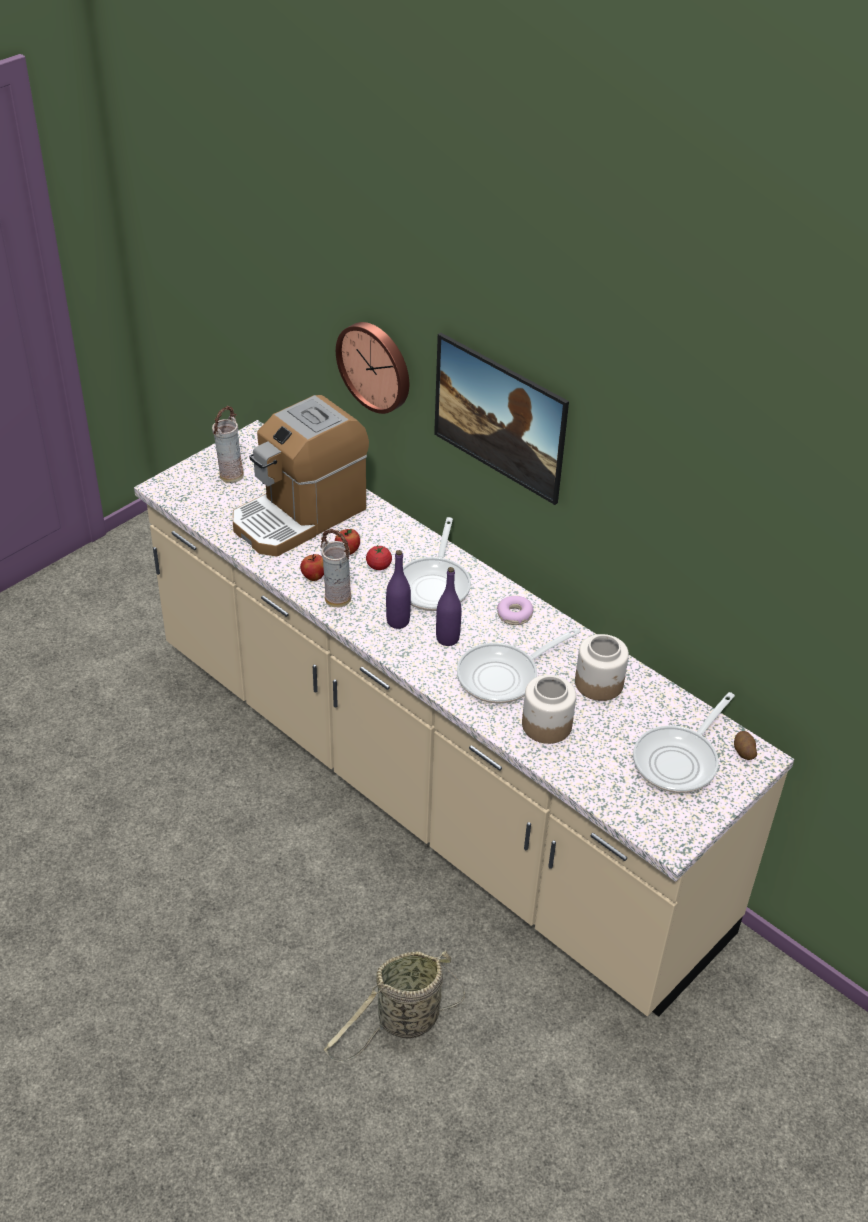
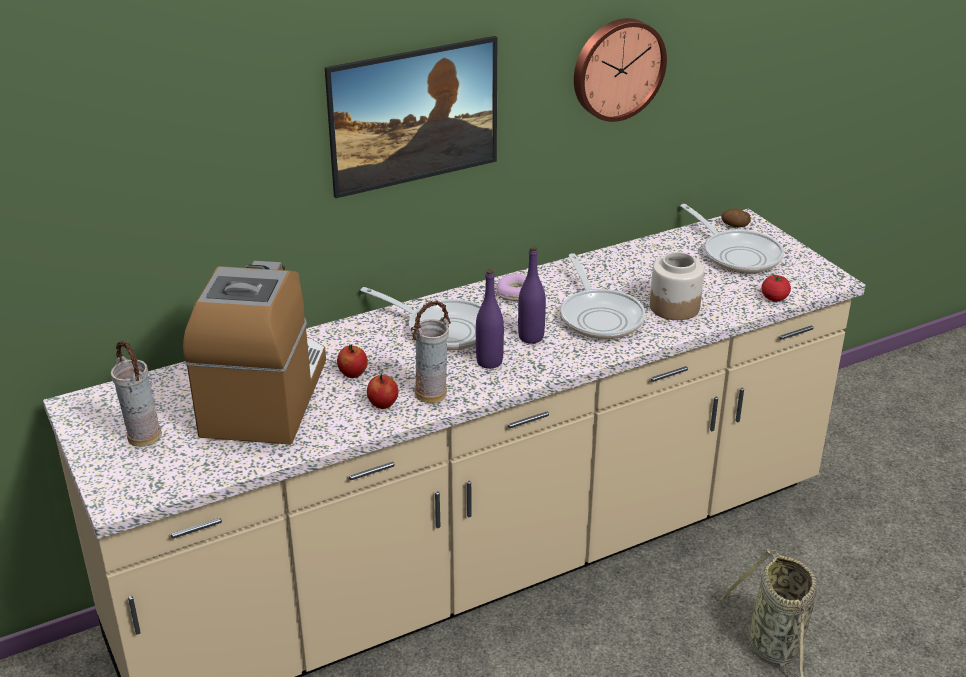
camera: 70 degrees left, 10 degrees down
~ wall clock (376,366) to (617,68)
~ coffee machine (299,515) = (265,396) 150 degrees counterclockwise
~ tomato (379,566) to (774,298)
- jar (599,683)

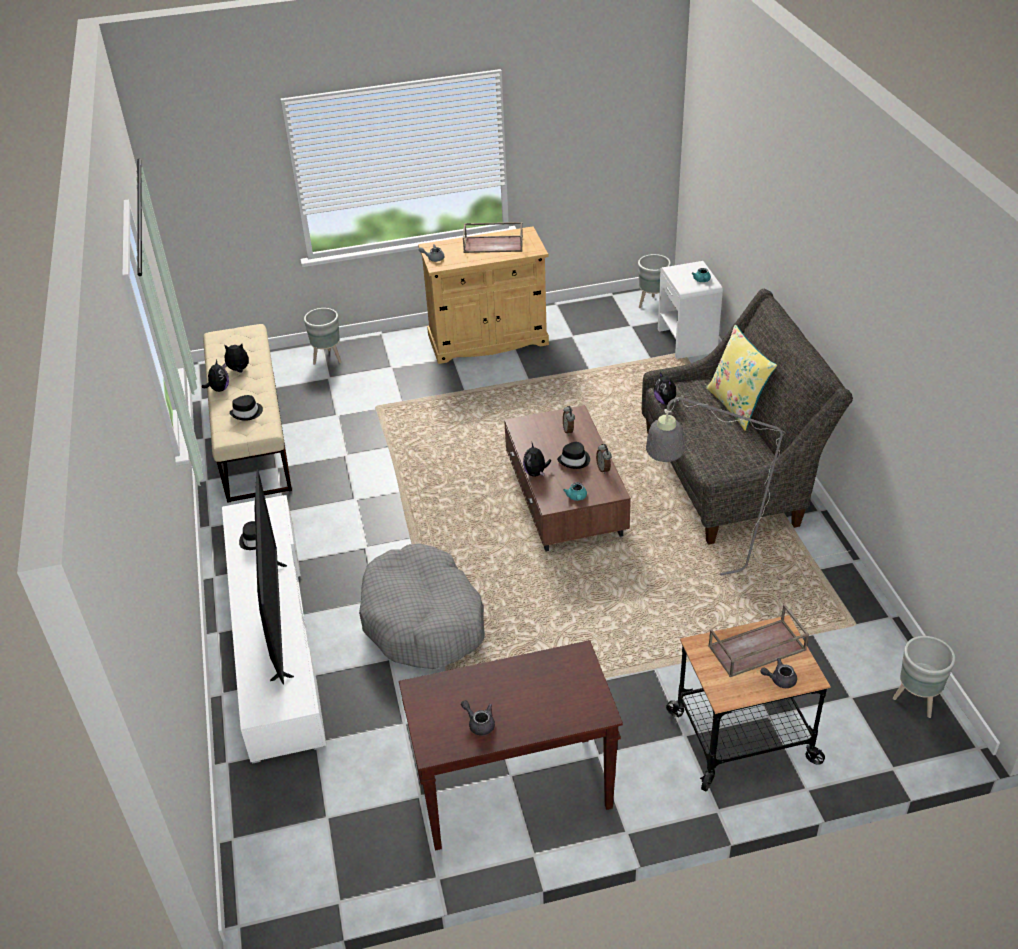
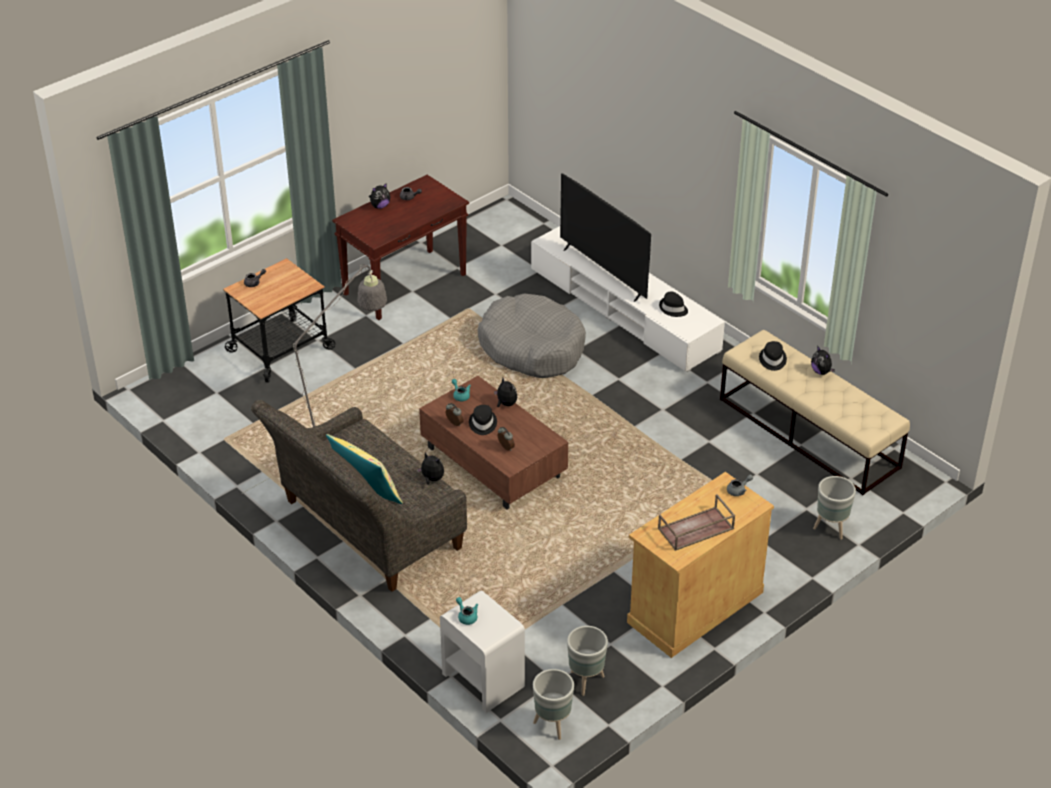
camera: 150 degrees right, 0 degrees up
~ plush toy (238,370) to (380,206)
- brown tray (756,649)
~ grey planter (917,701) to (585,681)

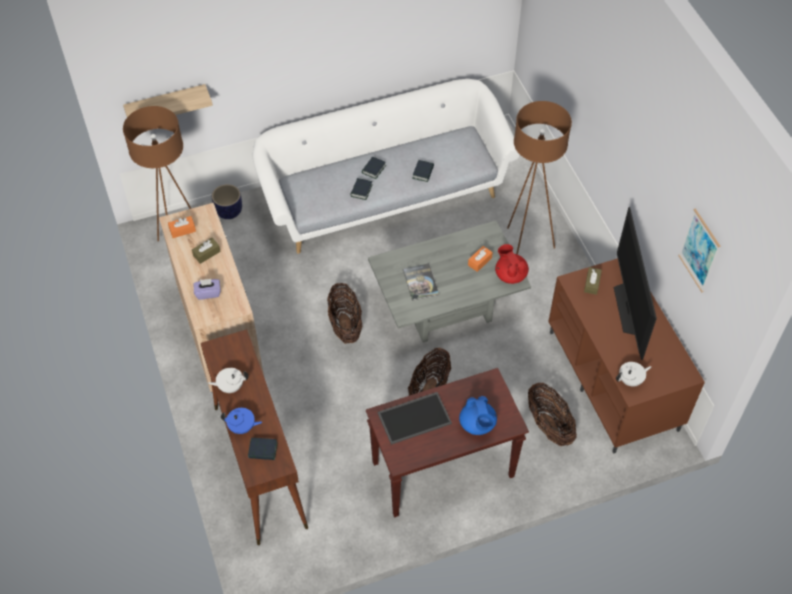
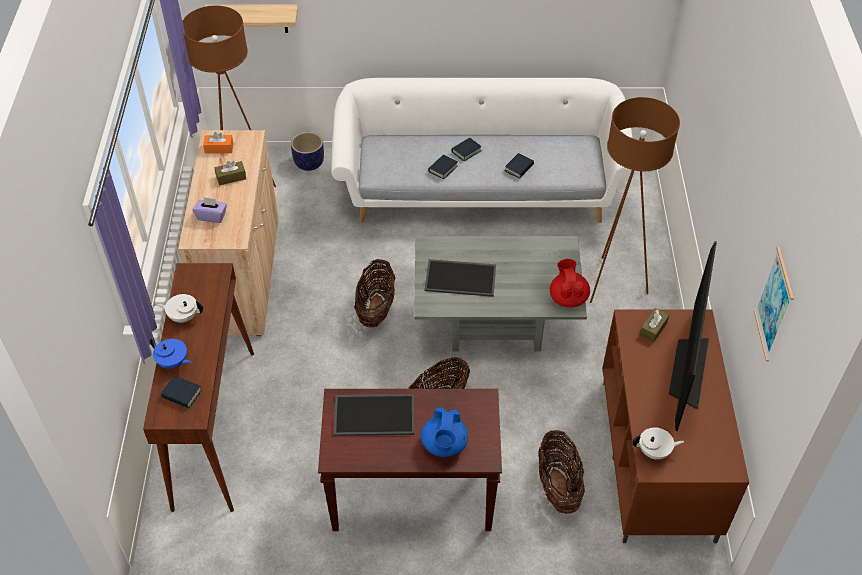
camera: 20 degrees right, 5 degrees down
- orange tissue box (479,261)
~ book (420,282) to tray (461,277)

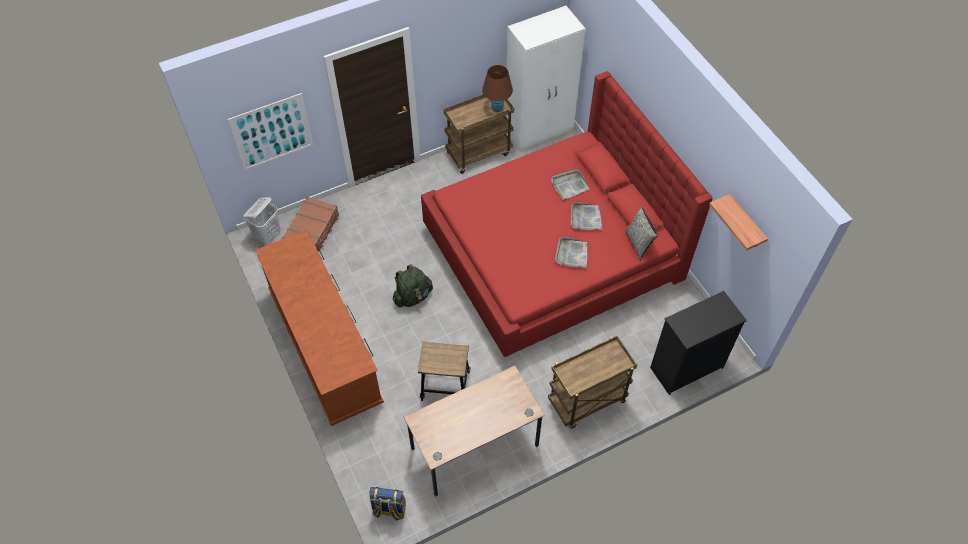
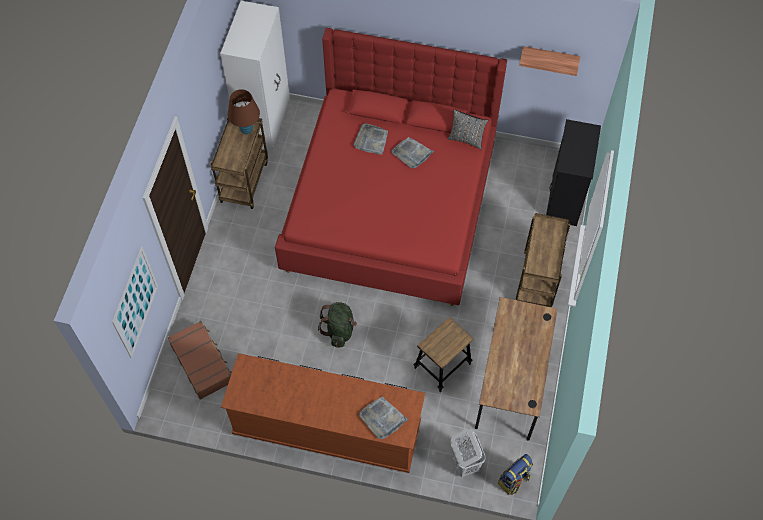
camera: 50 degrees left, 5 degrees up
~ white laundry basket (268,235) to (464,463)
~ grey tray (571,254) to (382,418)

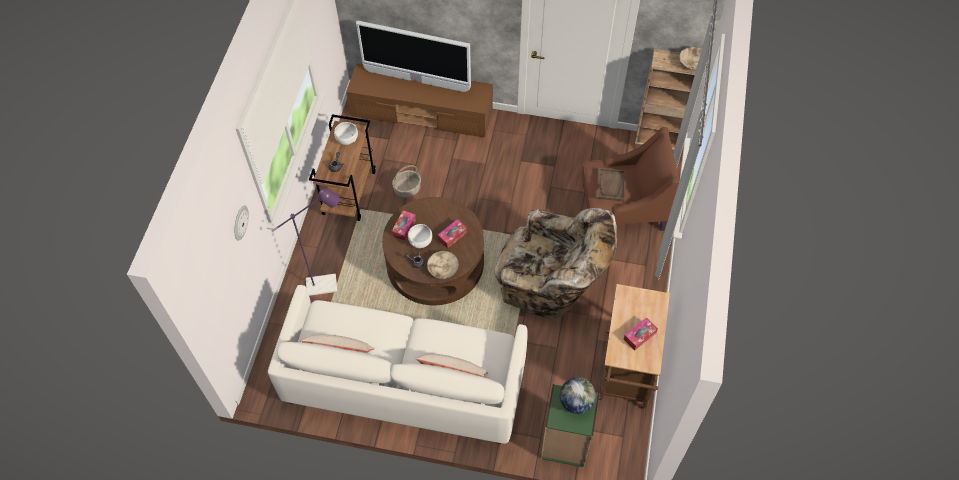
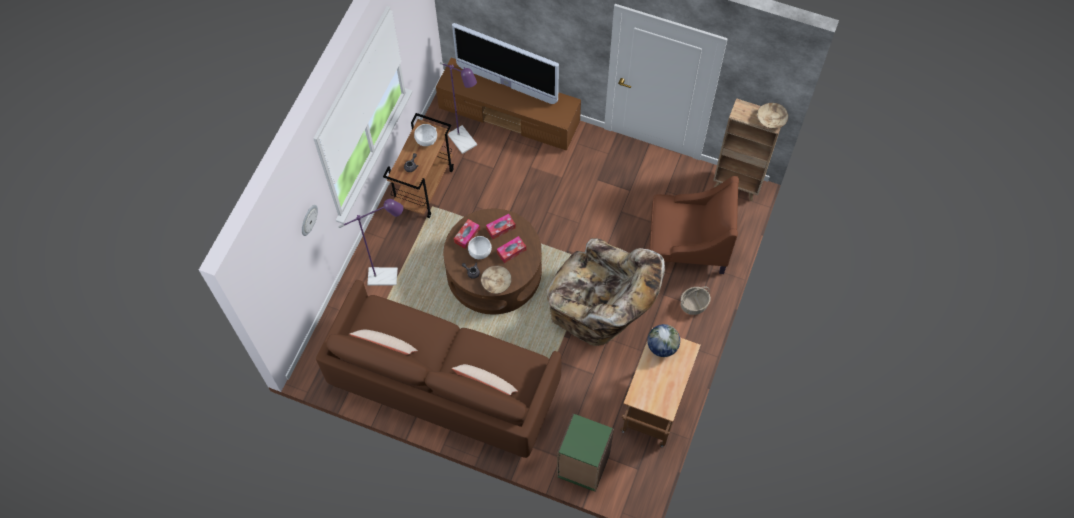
camera: 10 degrees right, 5 degrees up
~ basket (407,189) to (694,304)
- brown tray (610,185)
~ white sofa (404,382) to brown sofa (444,384)
~ tissue box (639,336) to (500,228)
~ globe (576,402) to (662,346)
+ purple floor lamp (465,144)

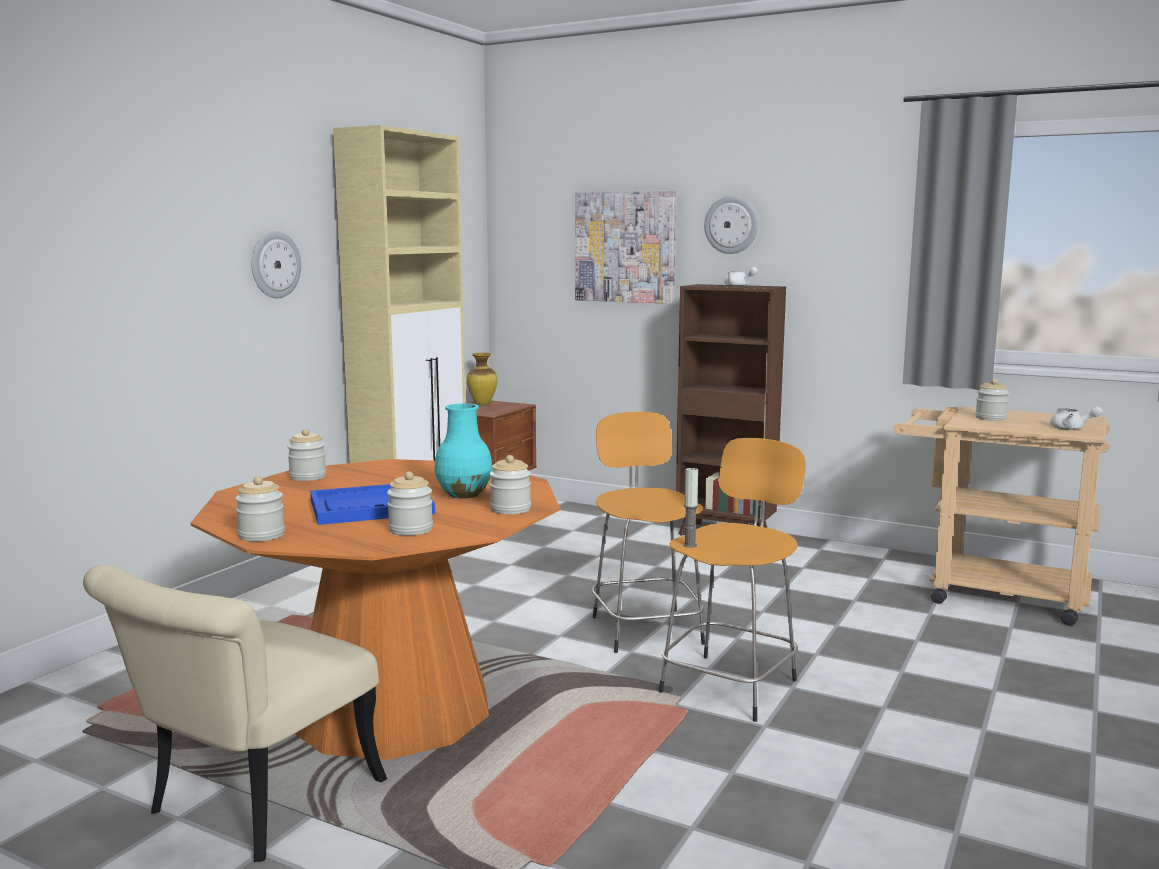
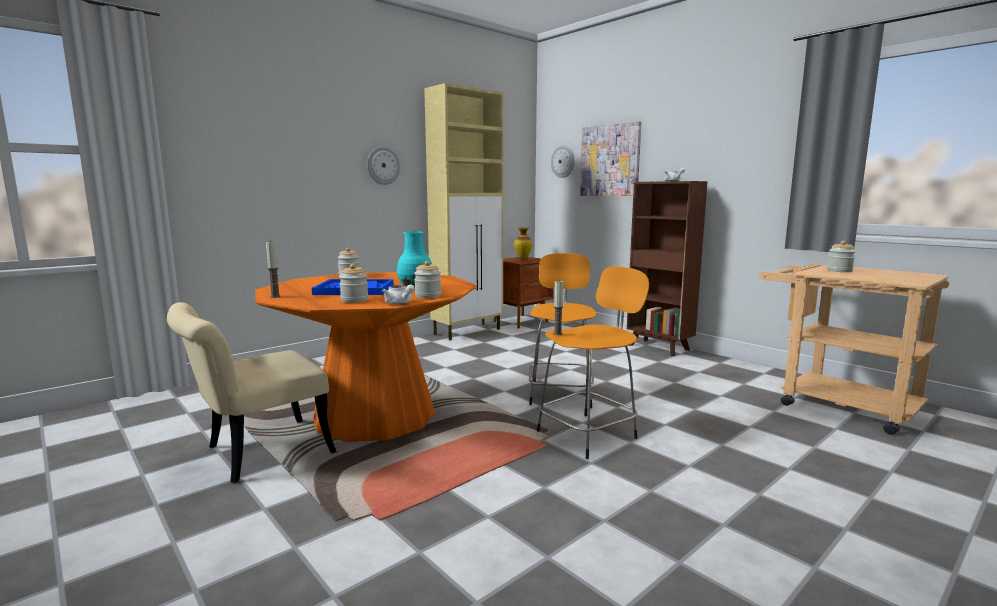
camera: 20 degrees right, 0 degrees up
~ wall clock (731,225) to (563,161)
~ white teapot (1071,428) to (399,303)
~ jar (261,535) to candle (275,296)

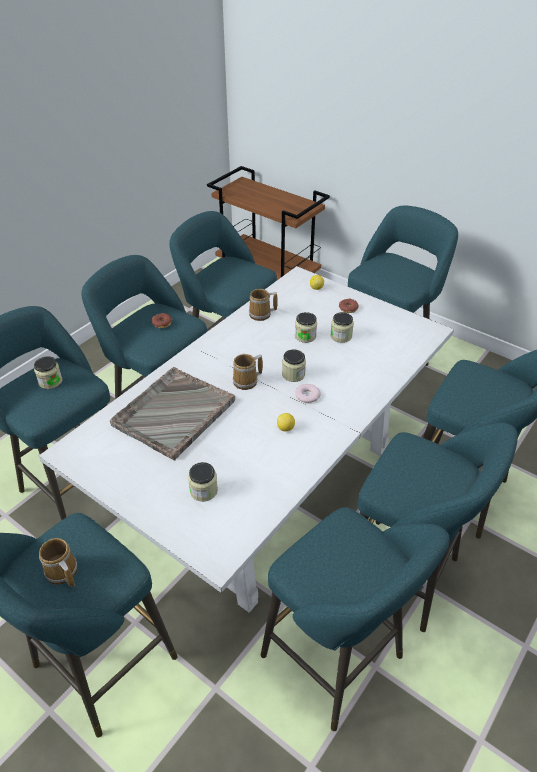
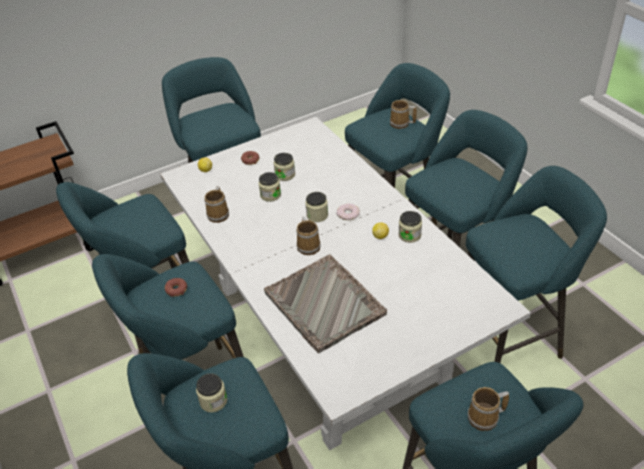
camera: 65 degrees left, 0 degrees up
~ jar (203,491) to (409,235)
+ mug (401,124)

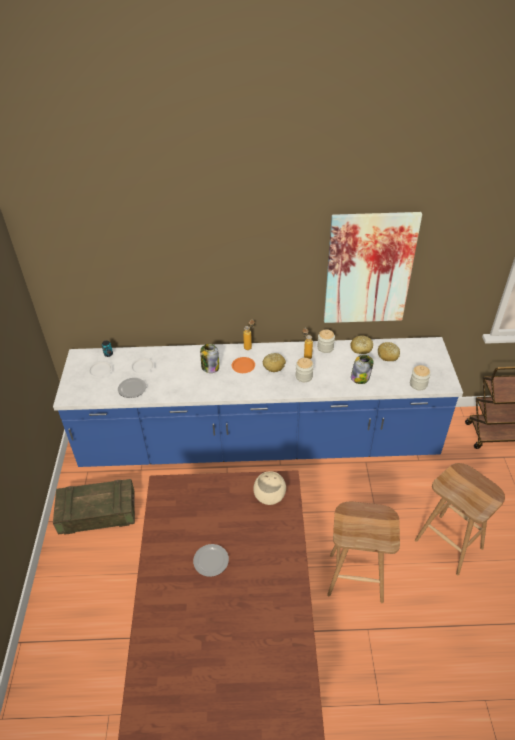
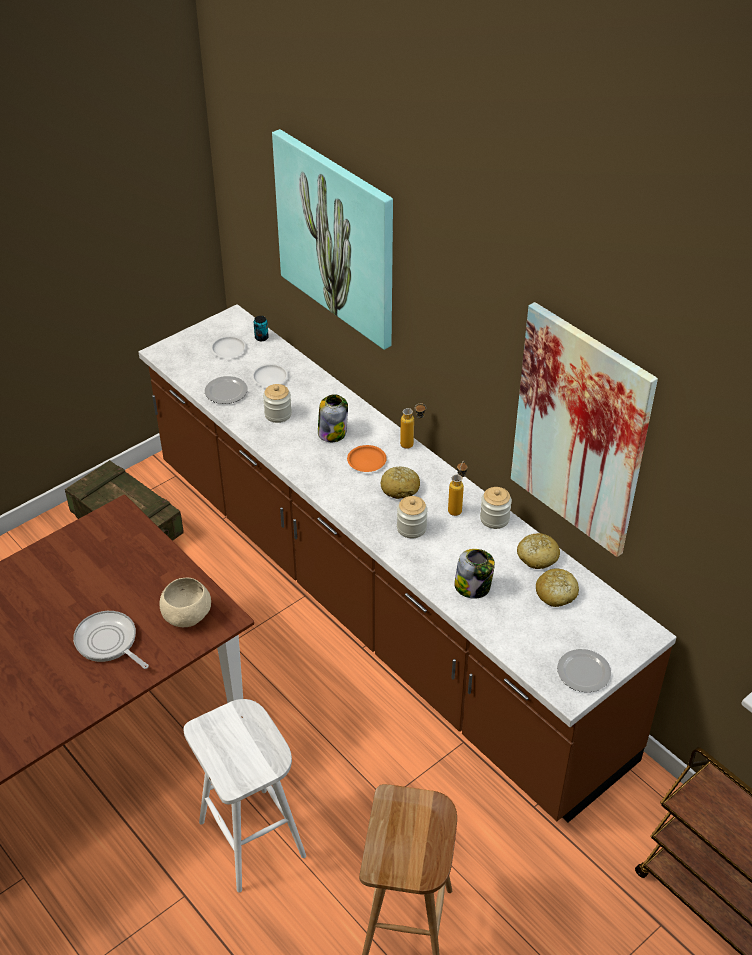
camera: 50 degrees right, 0 degrees up
~ blue counter (259,443) to brown counter (376,603)
~ jar (418,384) to (278,414)
~ brown stool (356,577) to white stool (253,839)
~ plate (211,560) to (584,672)
+ picture (337,237)
+ frying pan (108,642)

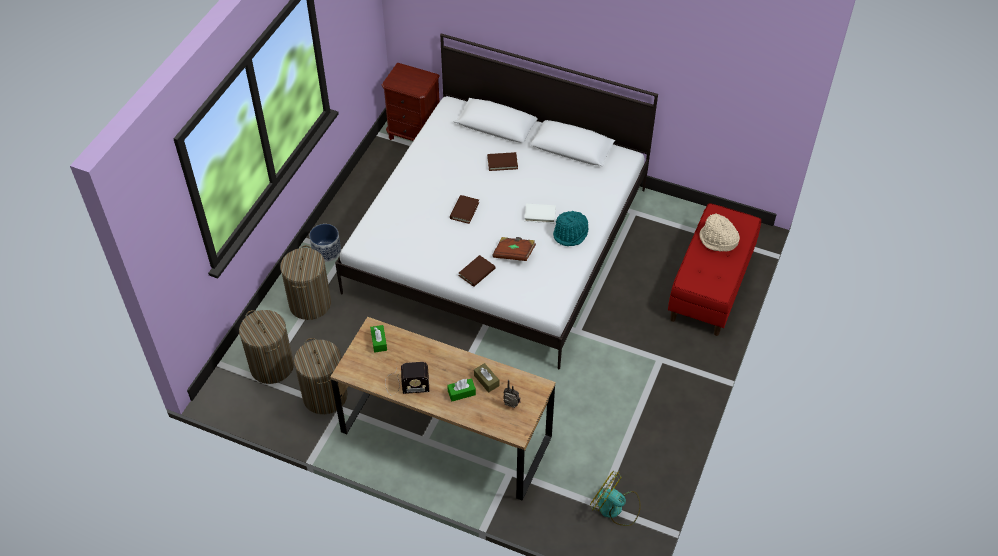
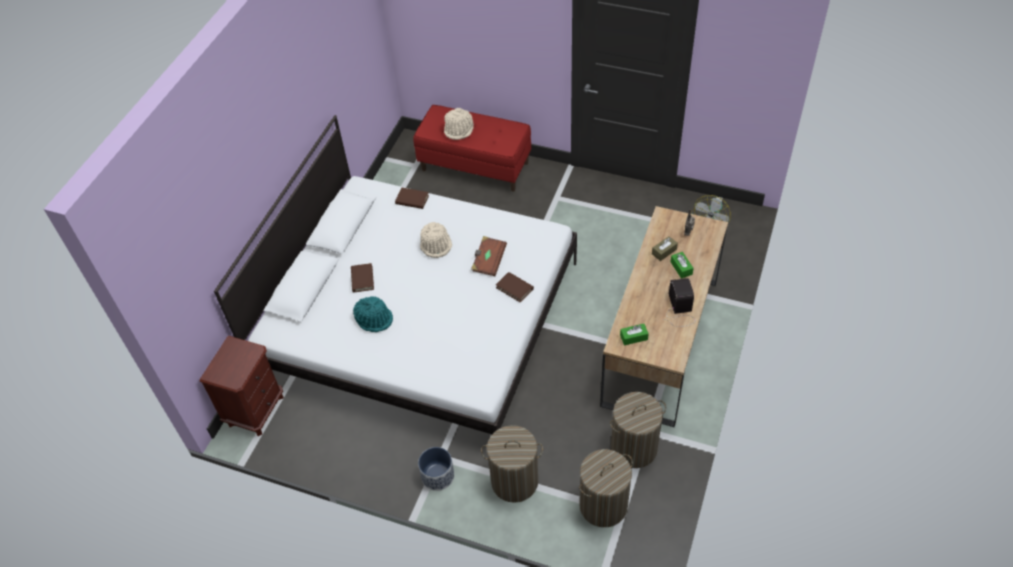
camera: 90 degrees left, 0 degrees up
~ brown book (464,210) to (412,200)
~ white book (540,214) to beige hat (436,245)
~ turquoise hat (571,234) to (374,318)

